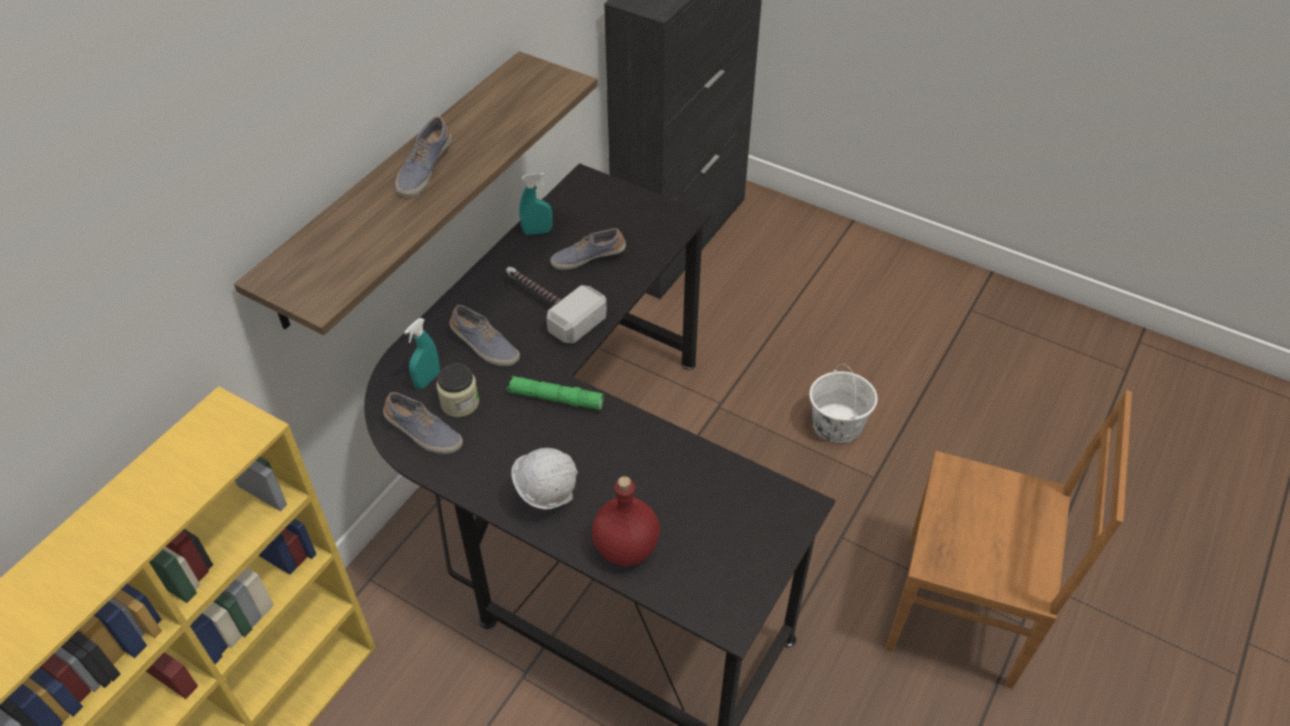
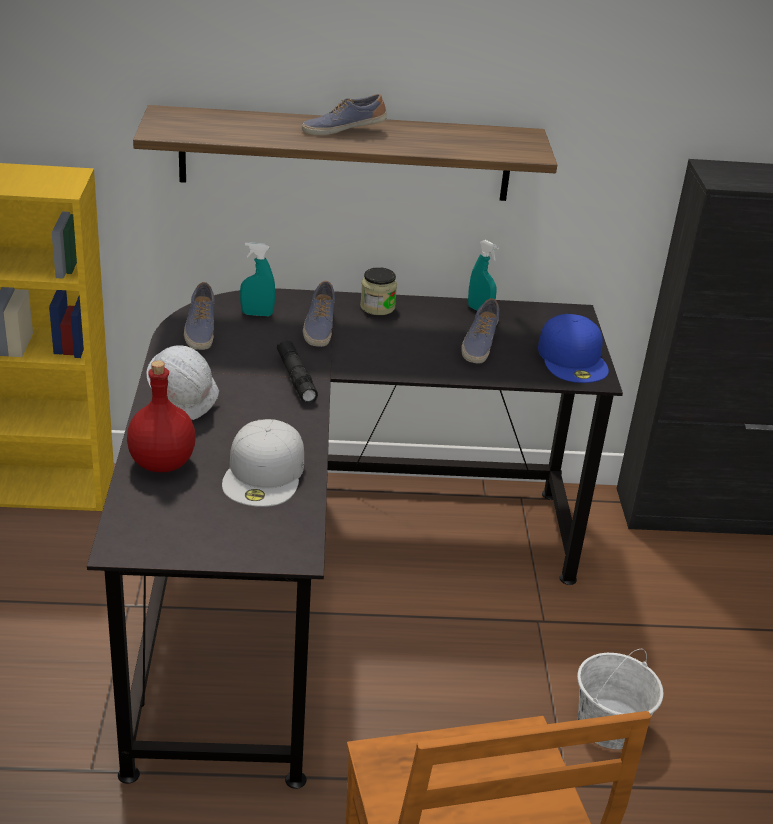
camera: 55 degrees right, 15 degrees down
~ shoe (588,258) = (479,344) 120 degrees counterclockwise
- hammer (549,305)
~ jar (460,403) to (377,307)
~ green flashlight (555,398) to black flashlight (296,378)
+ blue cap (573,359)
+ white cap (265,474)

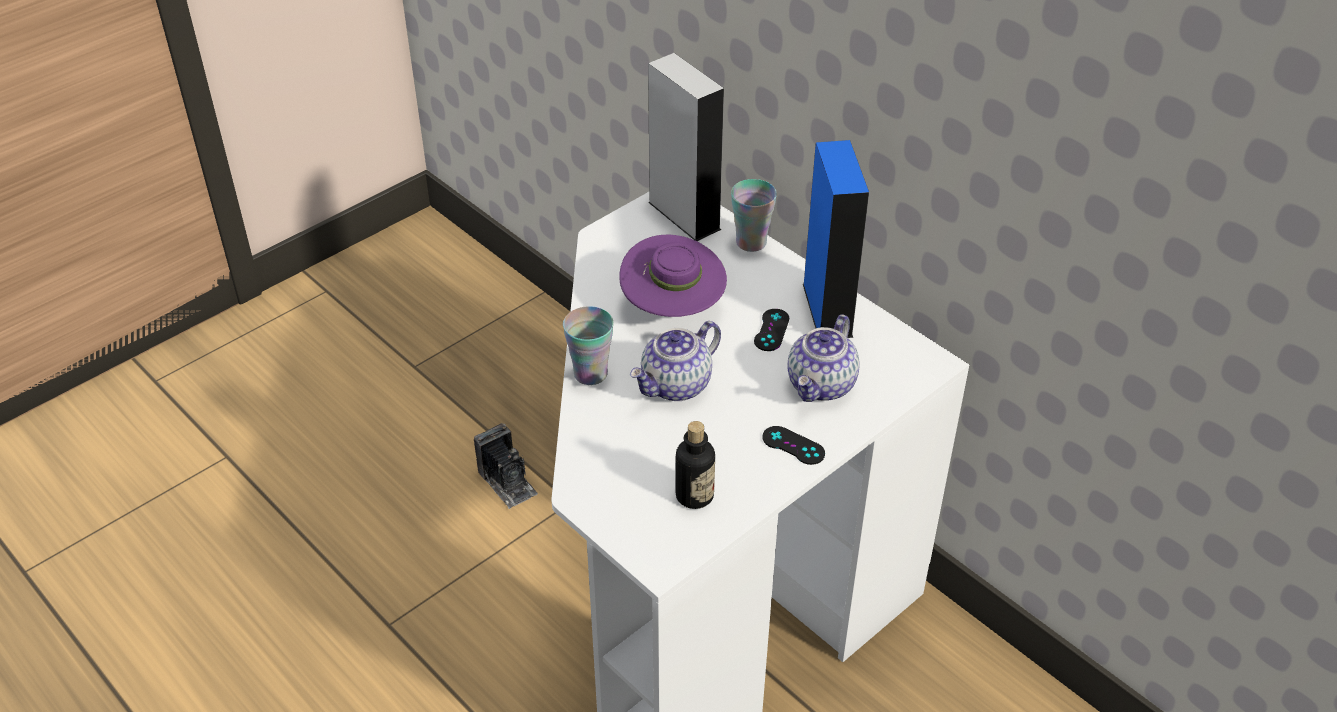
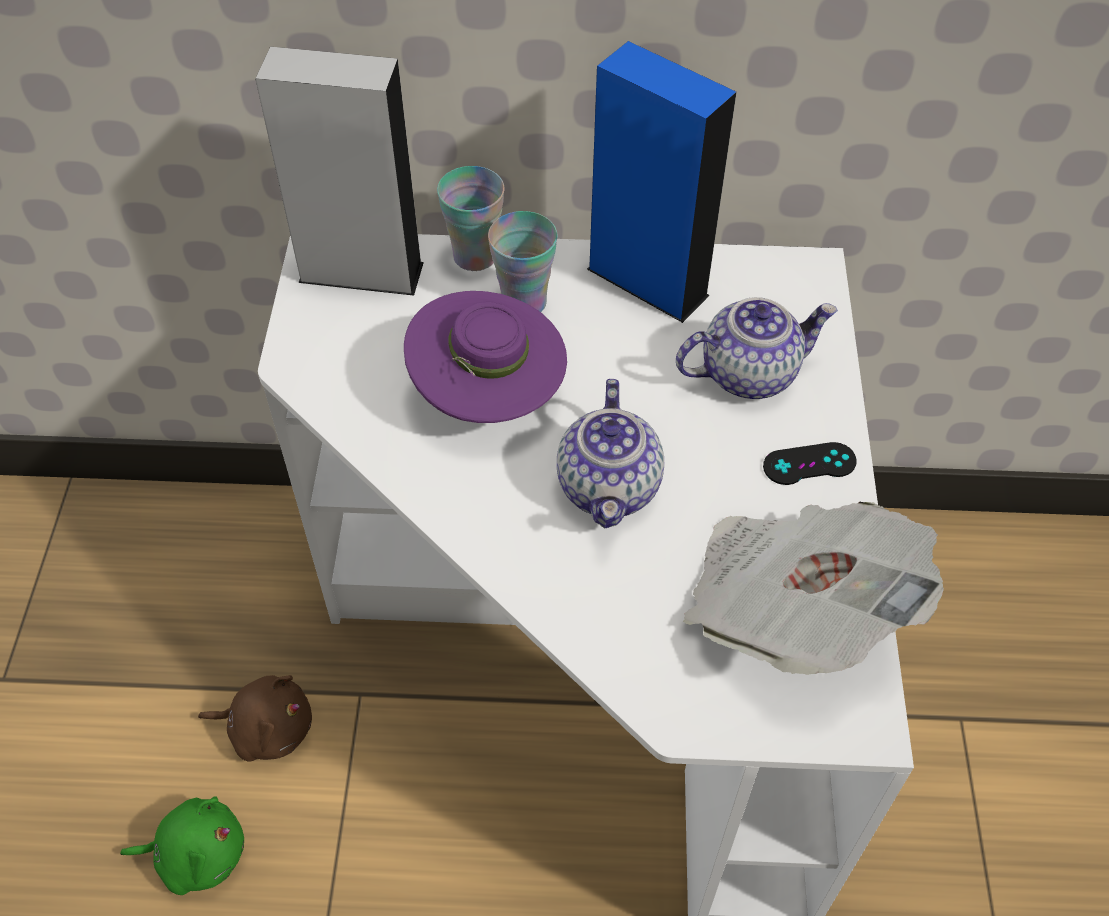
camera: 45 degrees left, 10 degrees up
~ cup (590,374) to (524,302)
- black game controller (771,330)
~ teapot (822,385) = (749,372) 90 degrees counterclockwise
~ bottle (694,495) to newspaper (794,607)
~ photo camera (507,482) to brown plush toy (267,728)
+ green plush toy (197,854)

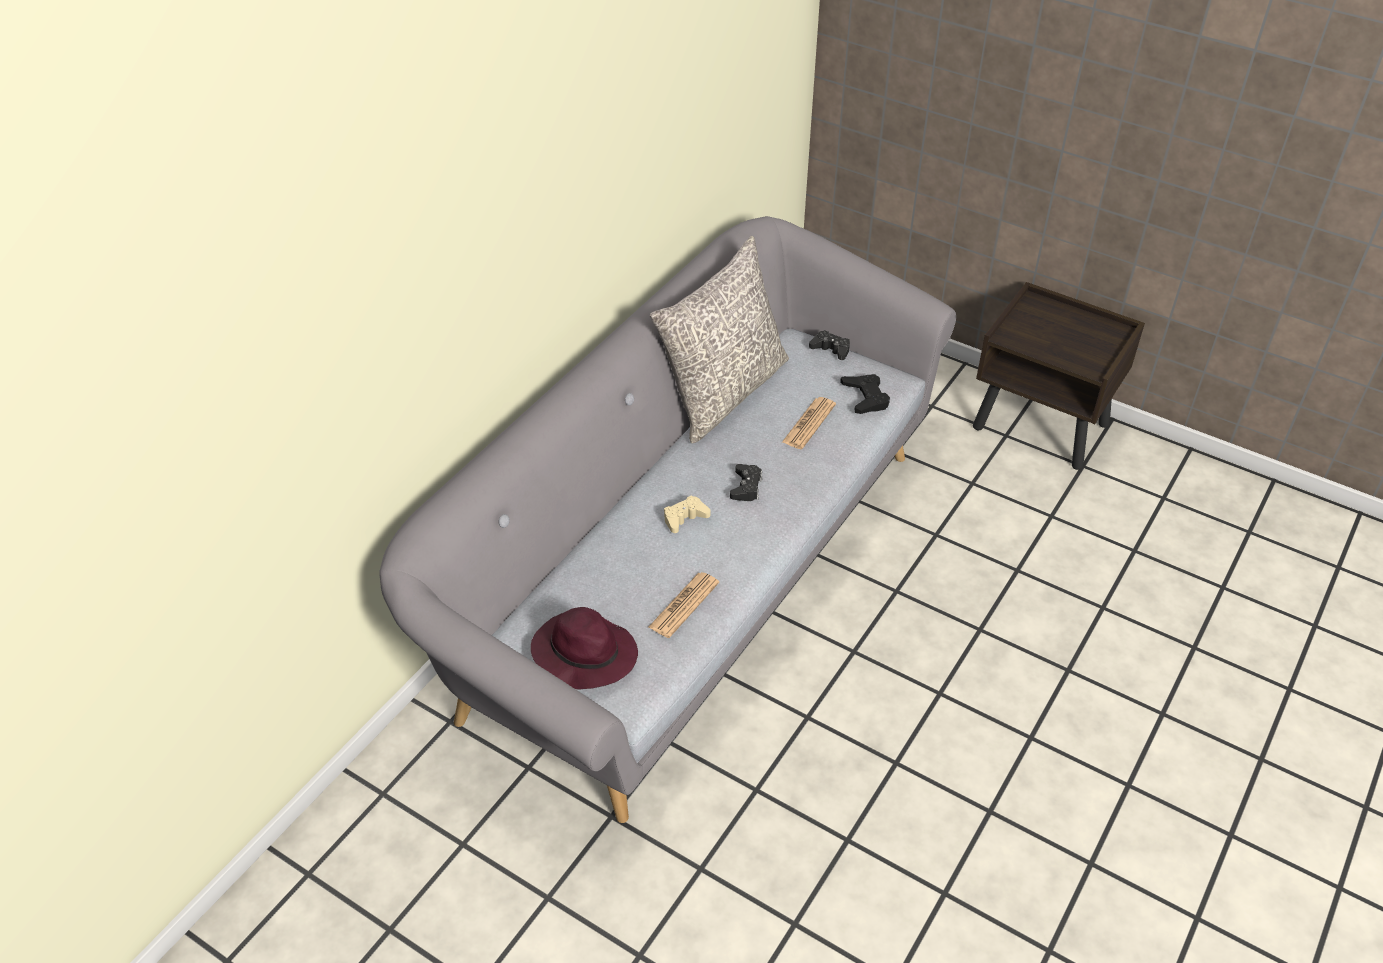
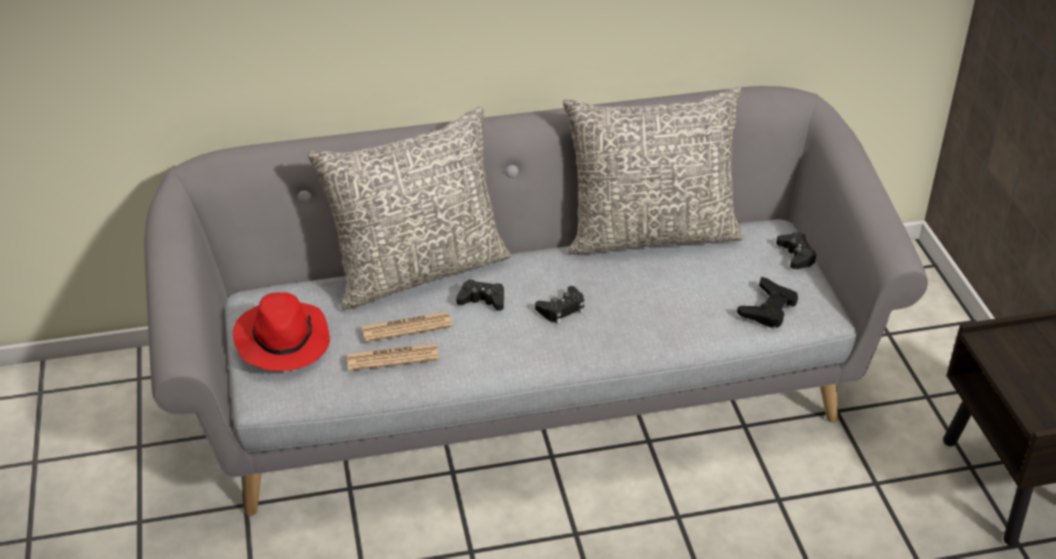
camera: 45 degrees right, 5 degrees down
~ newspaper (809,423) to (407,327)
~ beige game controller (685,518) to black game controller (482,300)
~ purple hat (583,653) to red hat (282,340)
+ grey pillow (418,270)

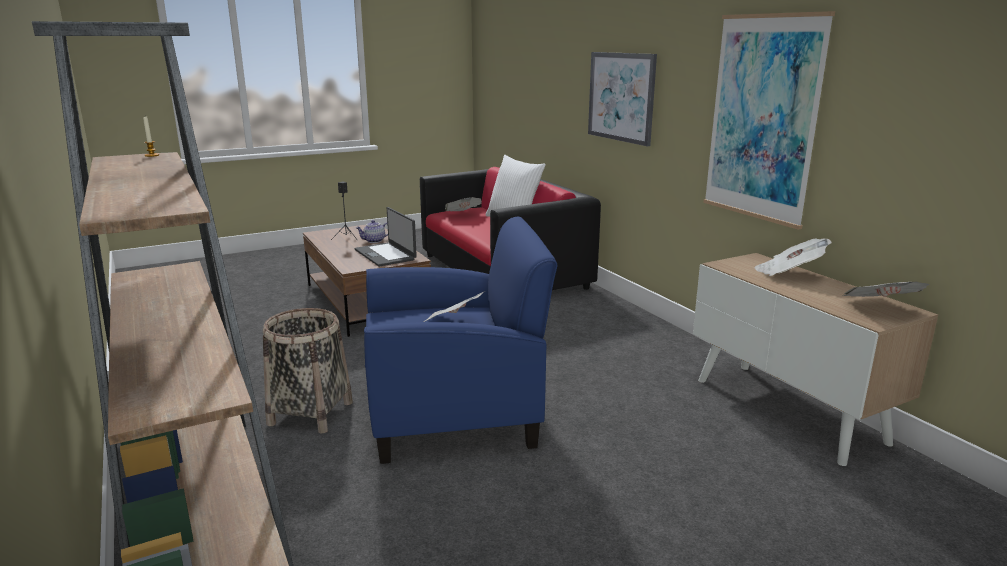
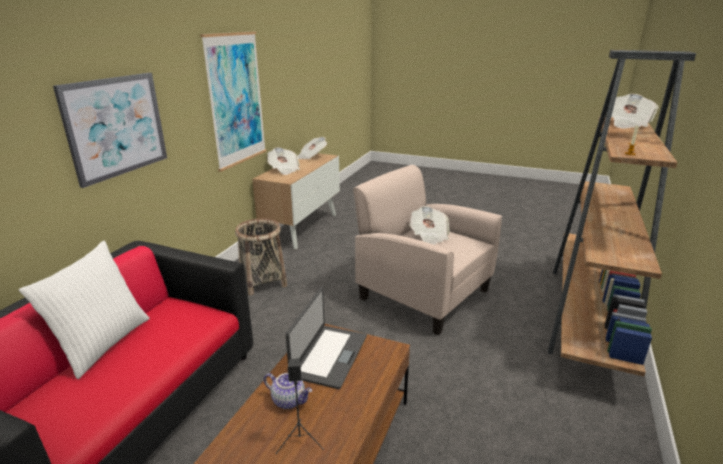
camera: 130 degrees left, 5 degrees up
~ newspaper (463,215) to (627,124)
~ blue armchair (455,413) to beige armchair (423,294)
~ basket (311,413) to (263,282)

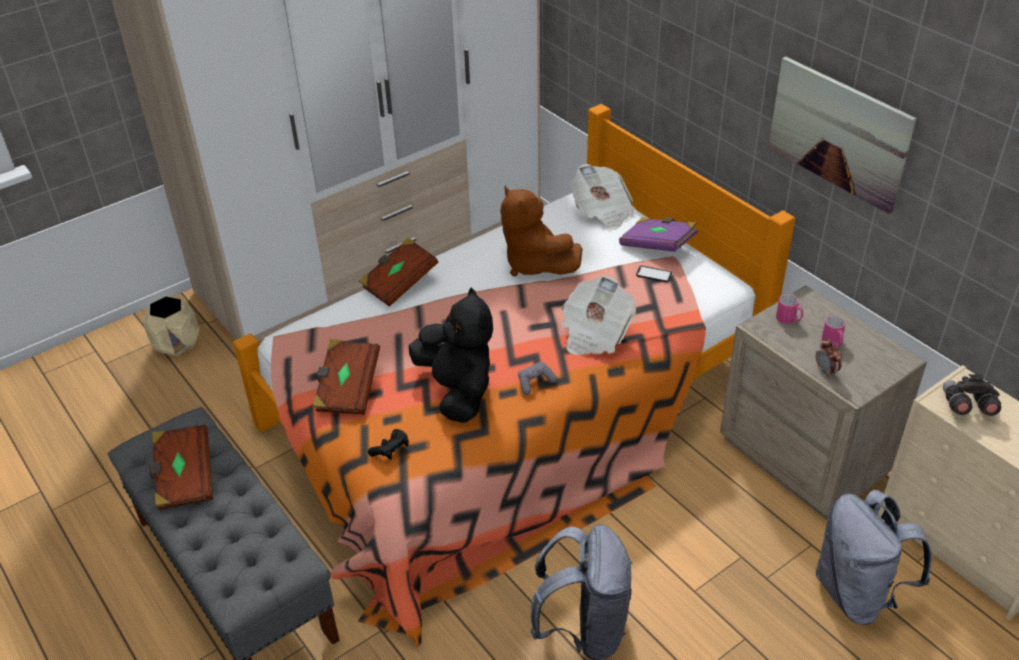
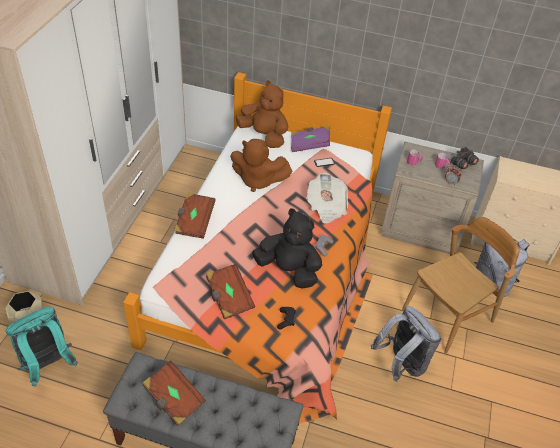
camera: 40 degrees left, 5 degrees up
- picture (838,133)
~ newspaper (602,211) to brown plush toy (264,136)
~ grey binoculars (966,407) to (461,164)
+ brown chair (448,316)
+ turquoise backpack (48,365)

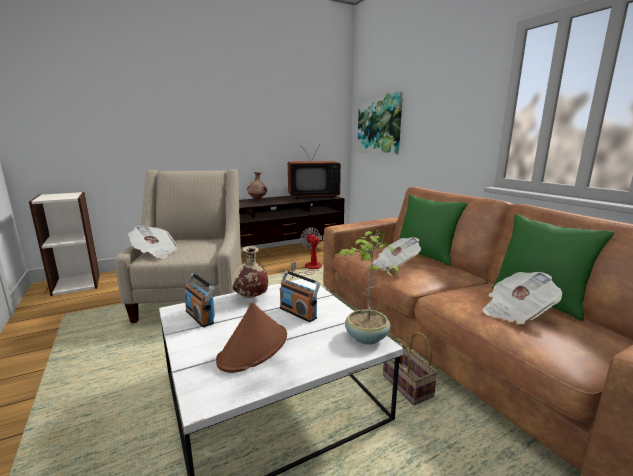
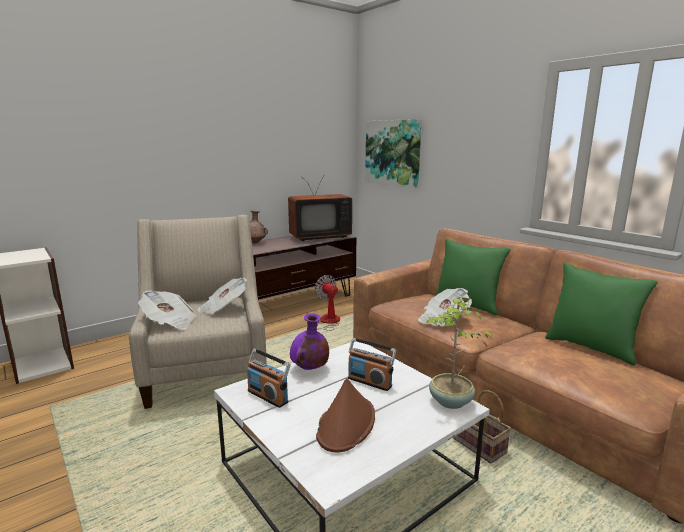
camera: 10 degrees left, 0 degrees up
~ beige vase (250,297) to purple vase (309,369)
~ newspaper (516,312) to (223,308)

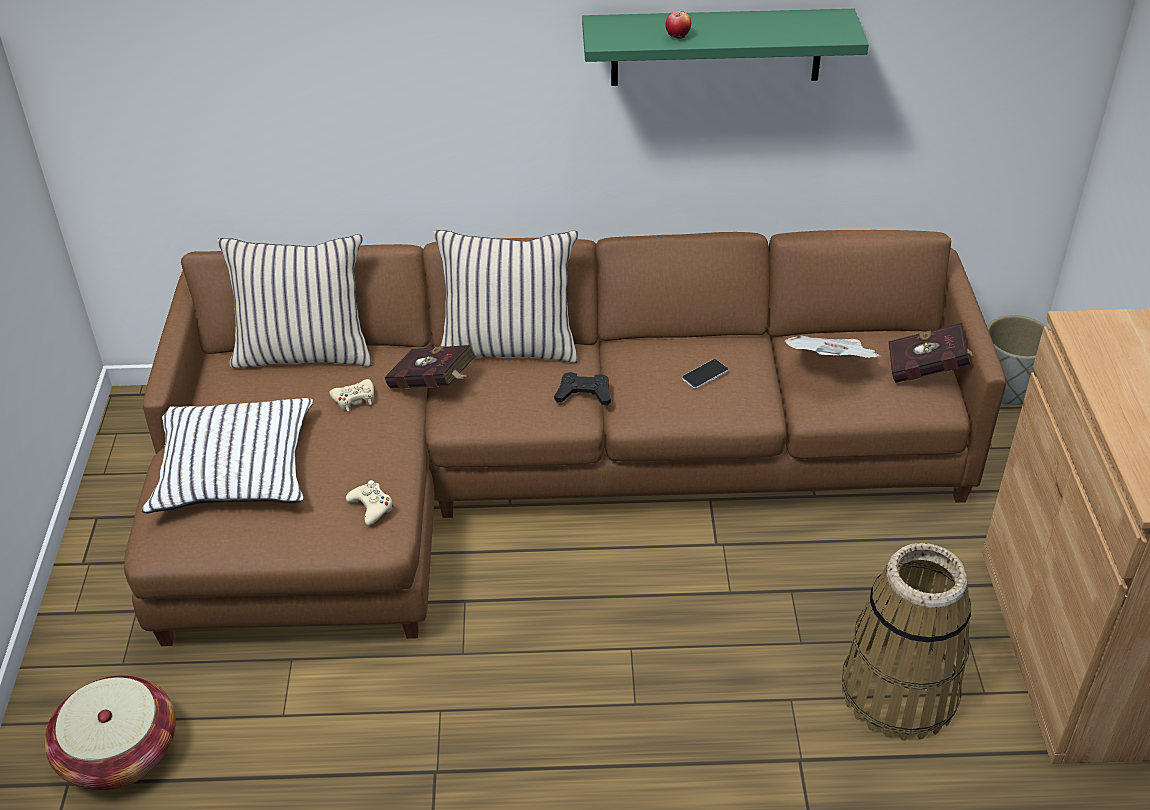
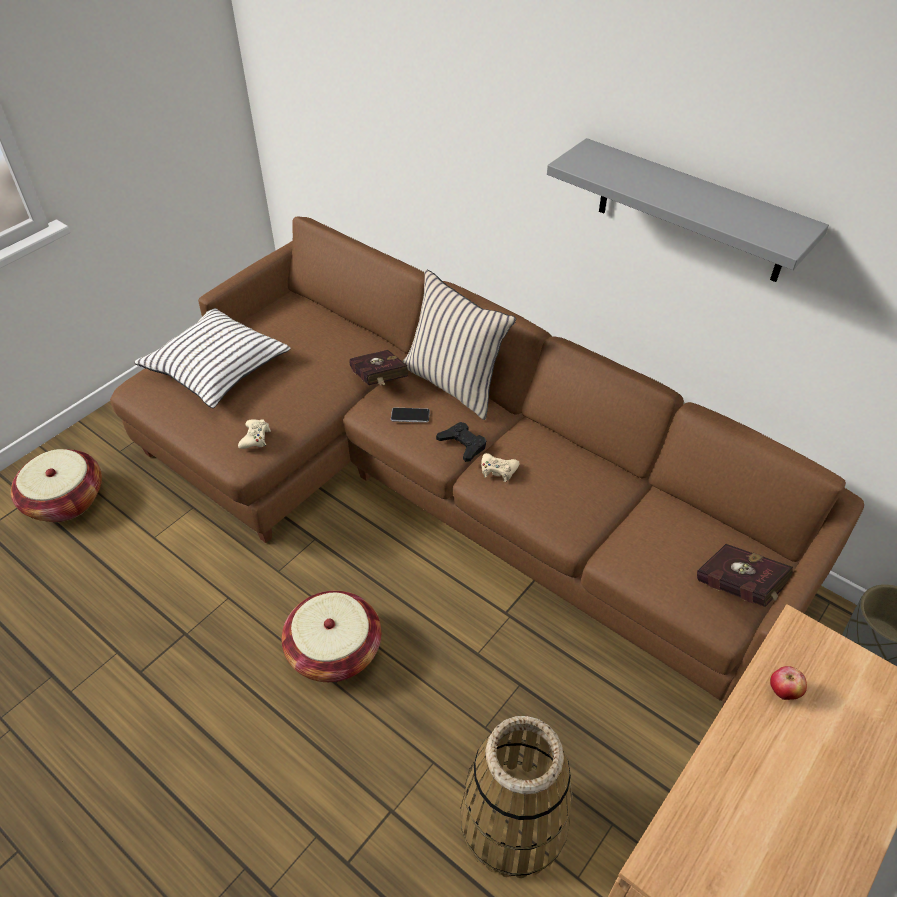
camera: 40 degrees right, 5 degrees up
~ green shelf (716,47) to grey shelf (691,212)
~ apple (677,37) to (782,692)
- beige pillow (304,352)
- newspaper (831,366)
~ phone (705,375) to (410,415)
~ beige game controller (354,399) to (498,470)
+ basket (334,650)

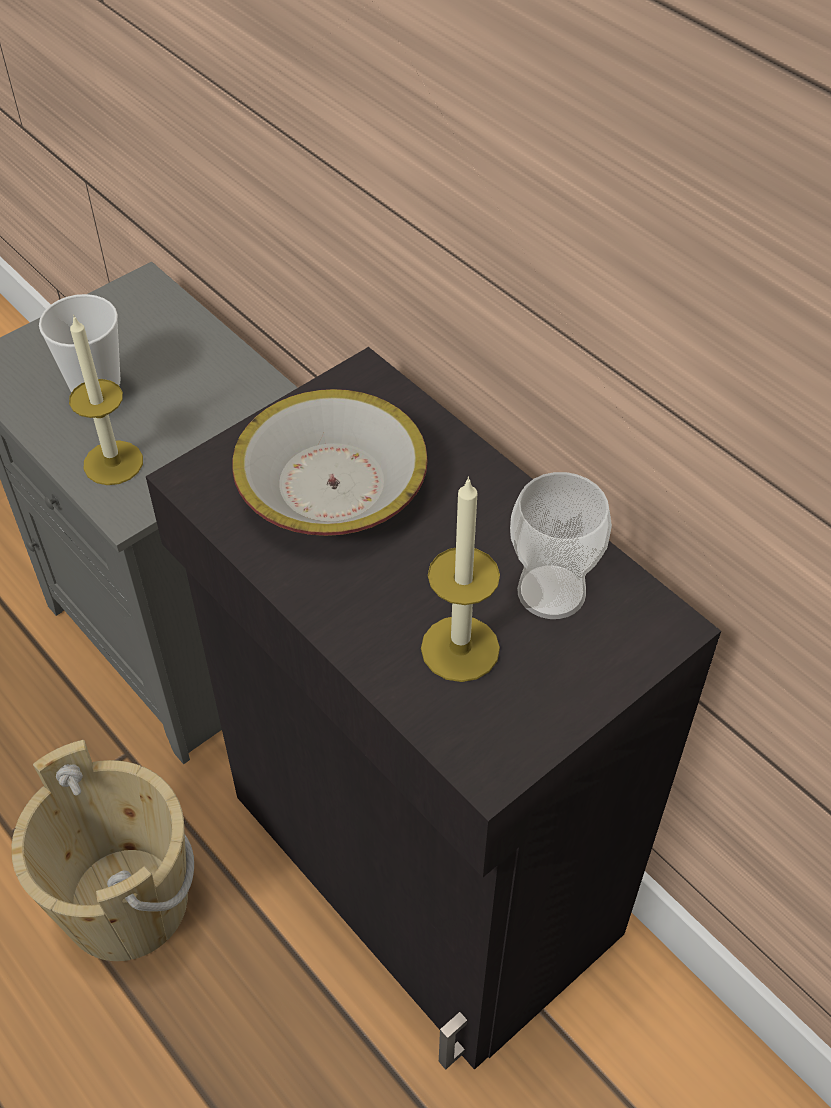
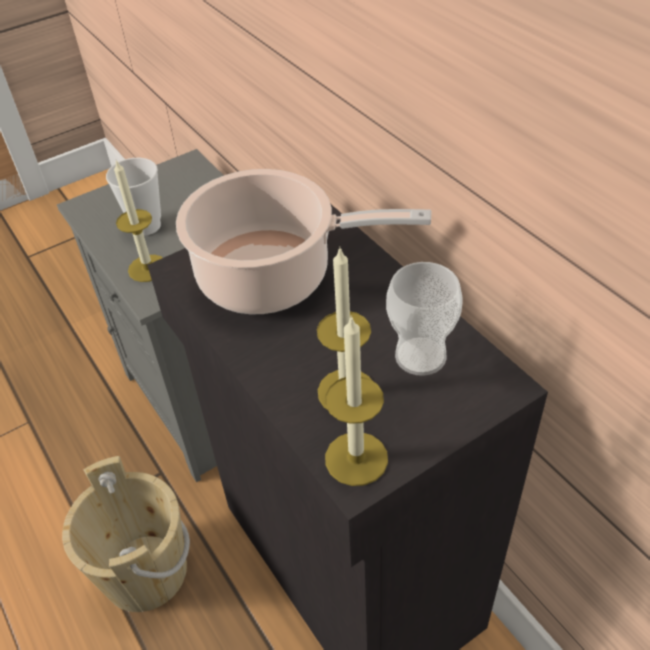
camera: 10 degrees right, 5 degrees down
~ bowl (333,485) to cooking pot (274,276)
+ candle (356,458)

